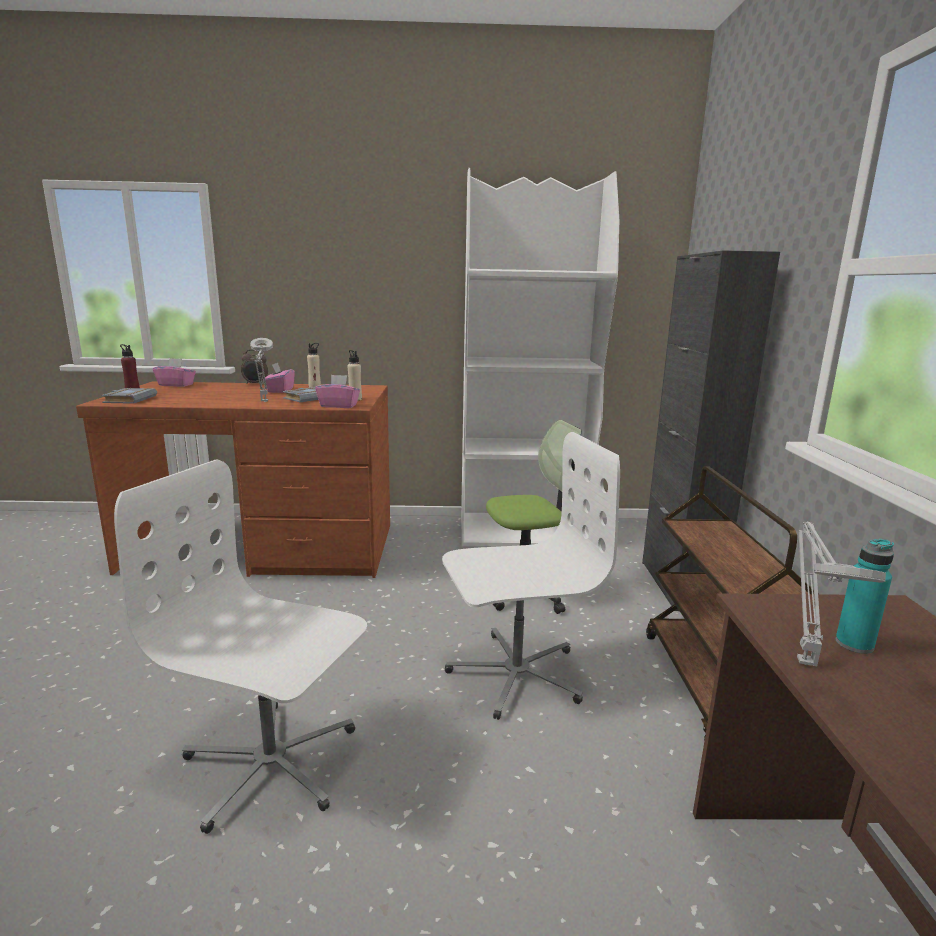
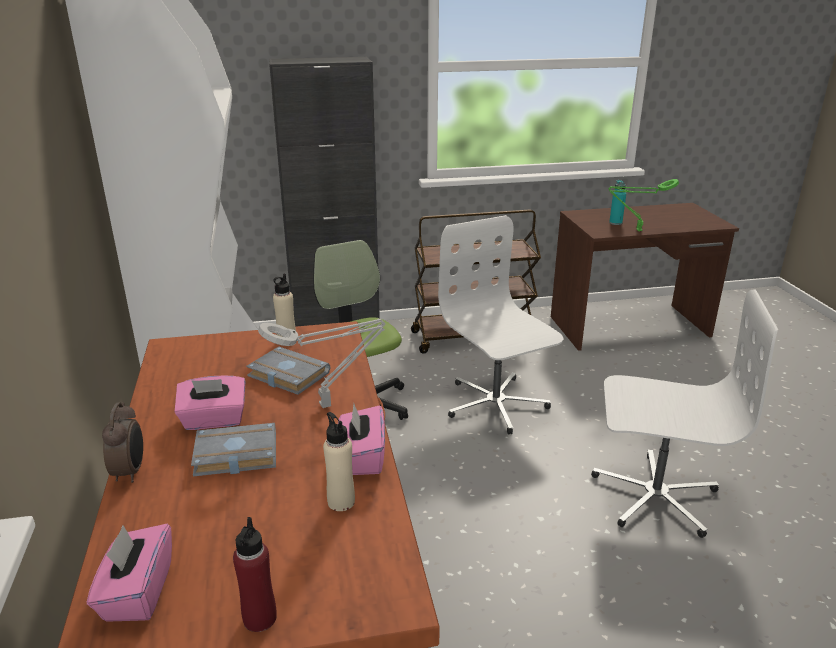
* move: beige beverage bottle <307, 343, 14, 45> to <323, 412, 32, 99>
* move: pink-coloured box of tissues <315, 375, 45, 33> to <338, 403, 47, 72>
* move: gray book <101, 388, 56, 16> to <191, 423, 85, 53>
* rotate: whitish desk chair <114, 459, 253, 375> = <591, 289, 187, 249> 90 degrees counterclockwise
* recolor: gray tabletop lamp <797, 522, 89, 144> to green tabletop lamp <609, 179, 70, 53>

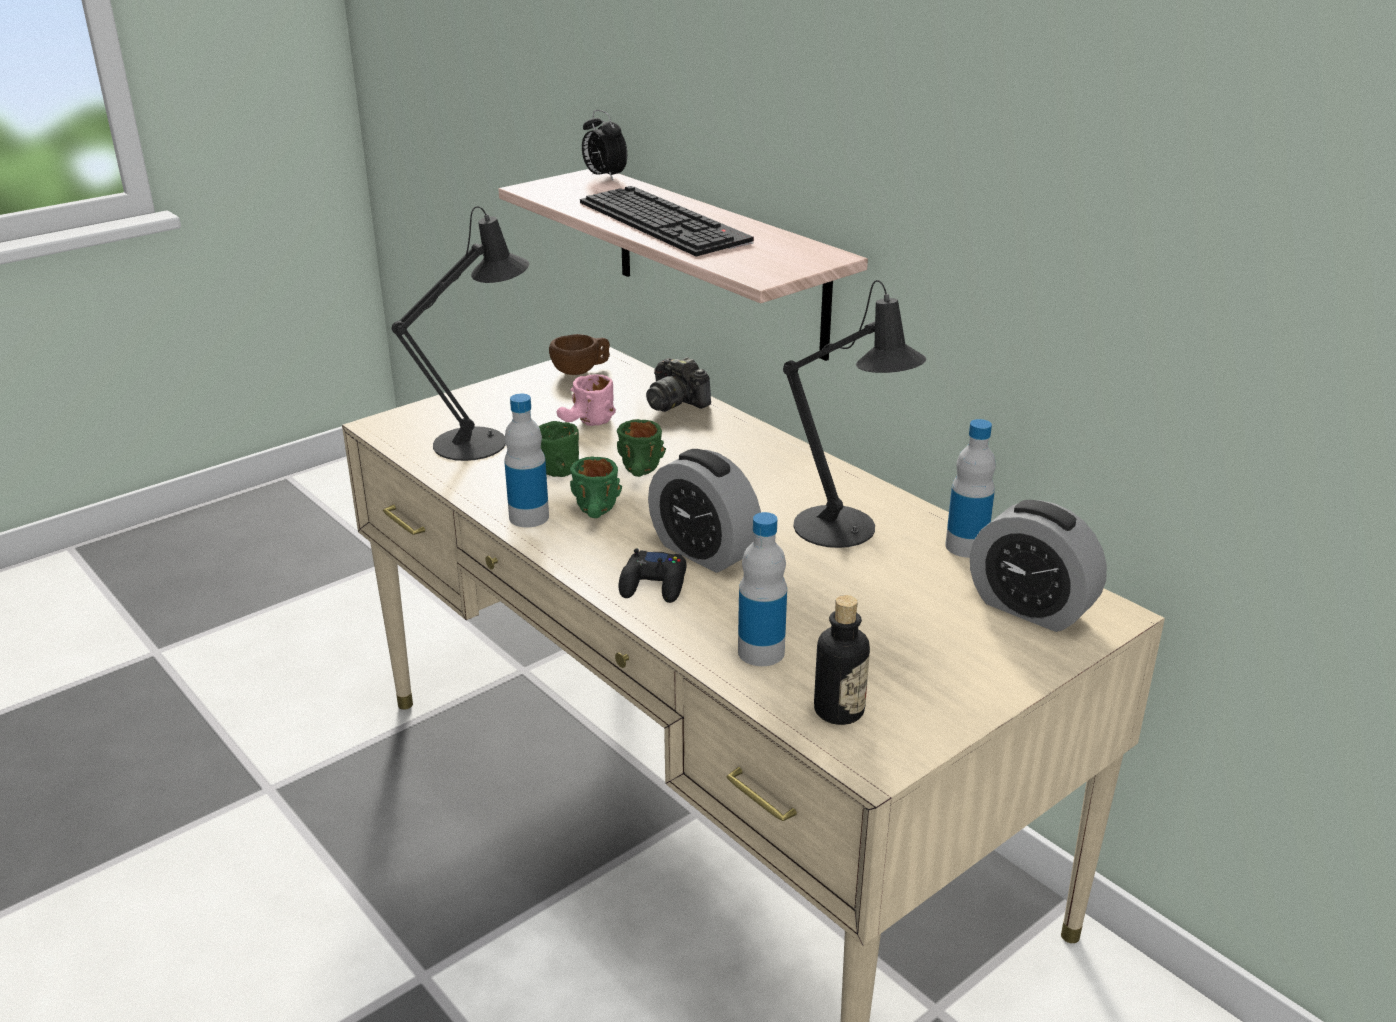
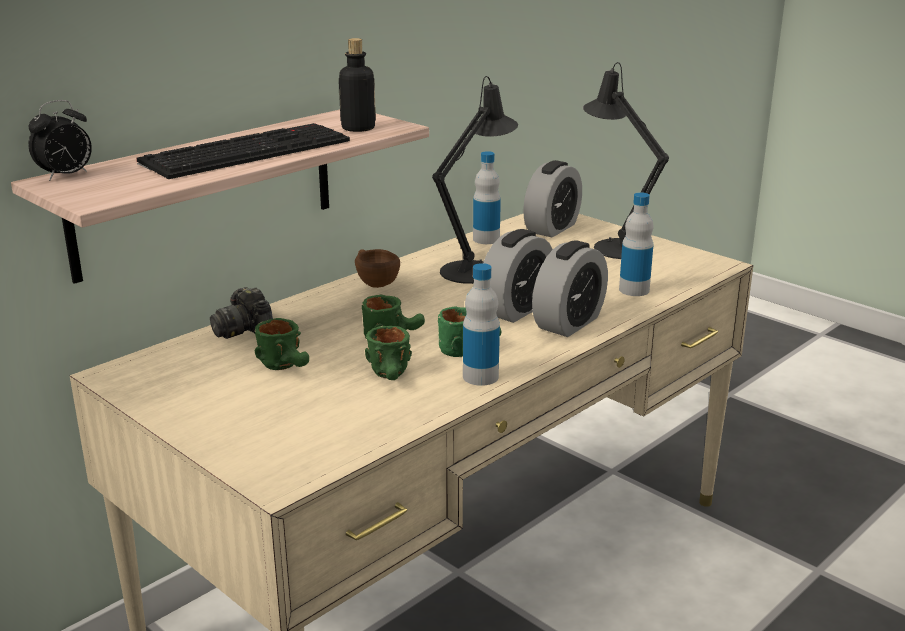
* move: black tabletop lamp <392, 206, 137, 255> to <583, 62, 86, 197>
* move: brownish drinking cup <549, 334, 61, 41> to <355, 249, 45, 39>
* rotate: photo camera <646, 357, 65, 55> = <210, 287, 63, 52> 105 degrees clockwise
* recolor: pink-coloured mug <557, 375, 59, 51> to green mug <255, 318, 54, 52>
* replace: black joypad <619, 548, 68, 55> to alarm clock <532, 240, 76, 97>
* move: beverage bottle <814, 595, 56, 130> to <339, 38, 37, 94>

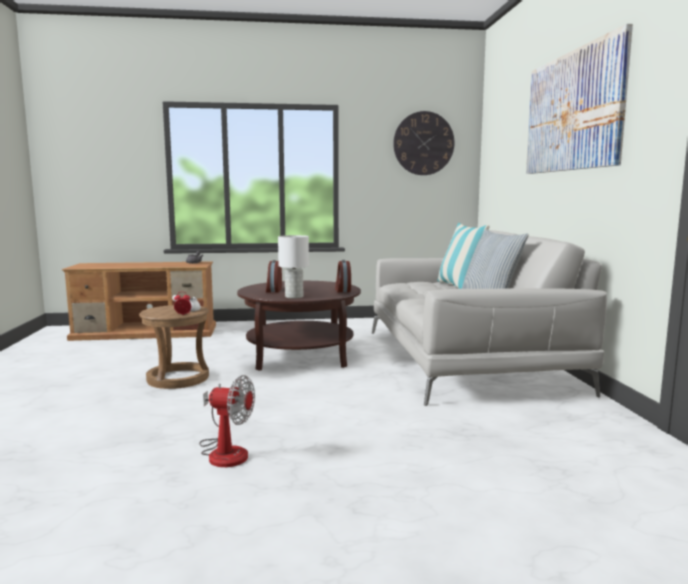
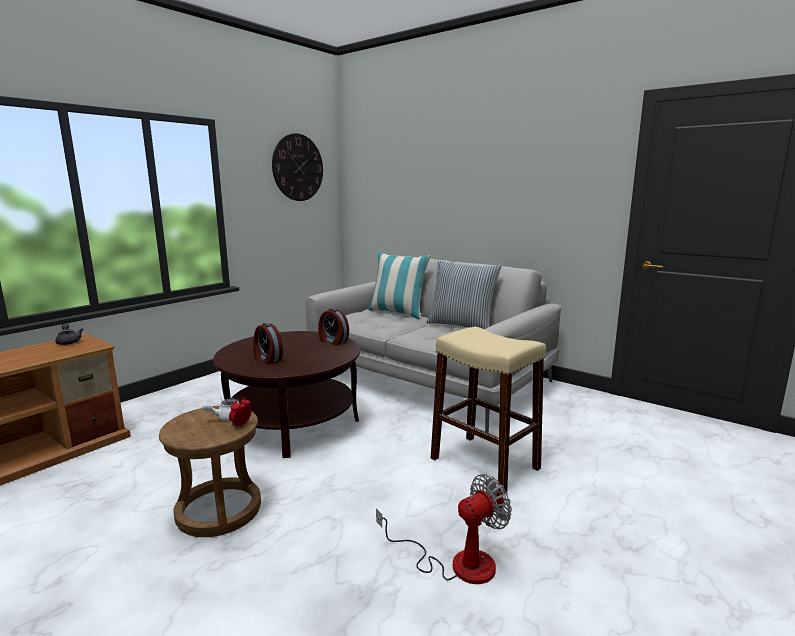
* delete: wall art <526, 24, 107, 150>
* delete: whitish tabletop lamp <278, 235, 31, 64>
* insert: beige stool <431, 327, 115, 167>

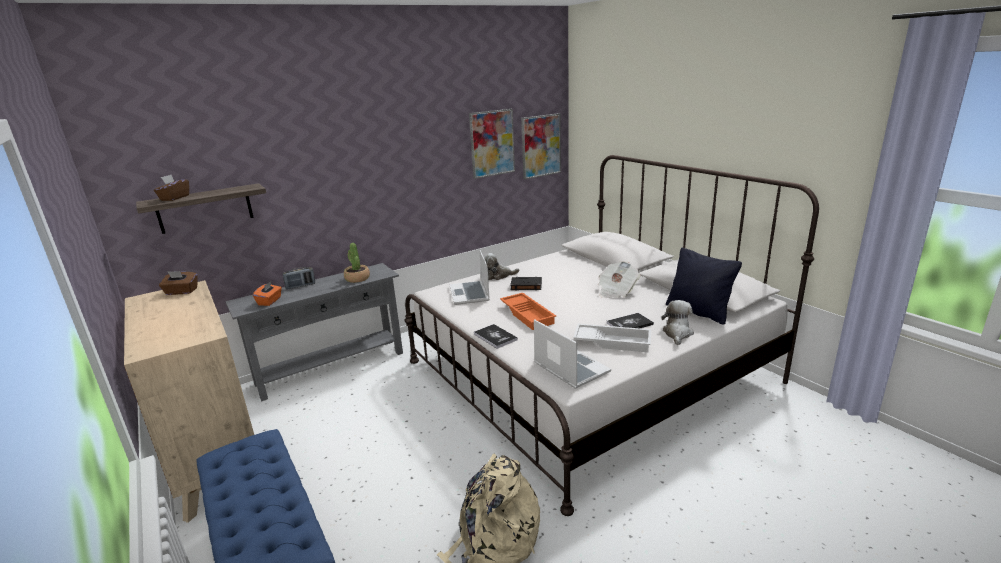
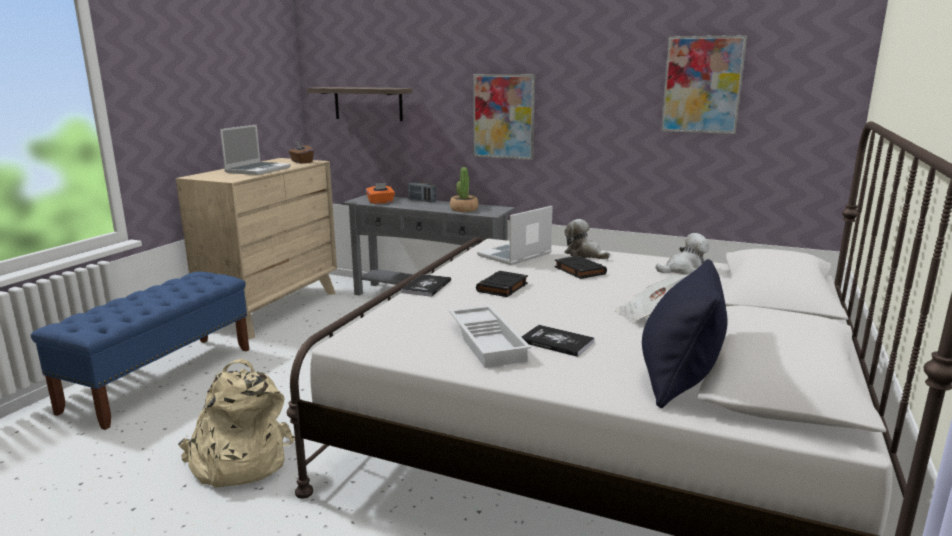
* move: wall art <521, 113, 40, 66> to <473, 74, 62, 86>
* delete: brownish box of tissues <154, 175, 35, 26>
* replace: orange-coloured serving tray <500, 293, 56, 37> to black book <476, 271, 52, 26>
* move: cuddly toy <661, 300, 33, 45> to <655, 233, 55, 42>
* move: portable computer <534, 319, 77, 70> to <220, 125, 71, 50>

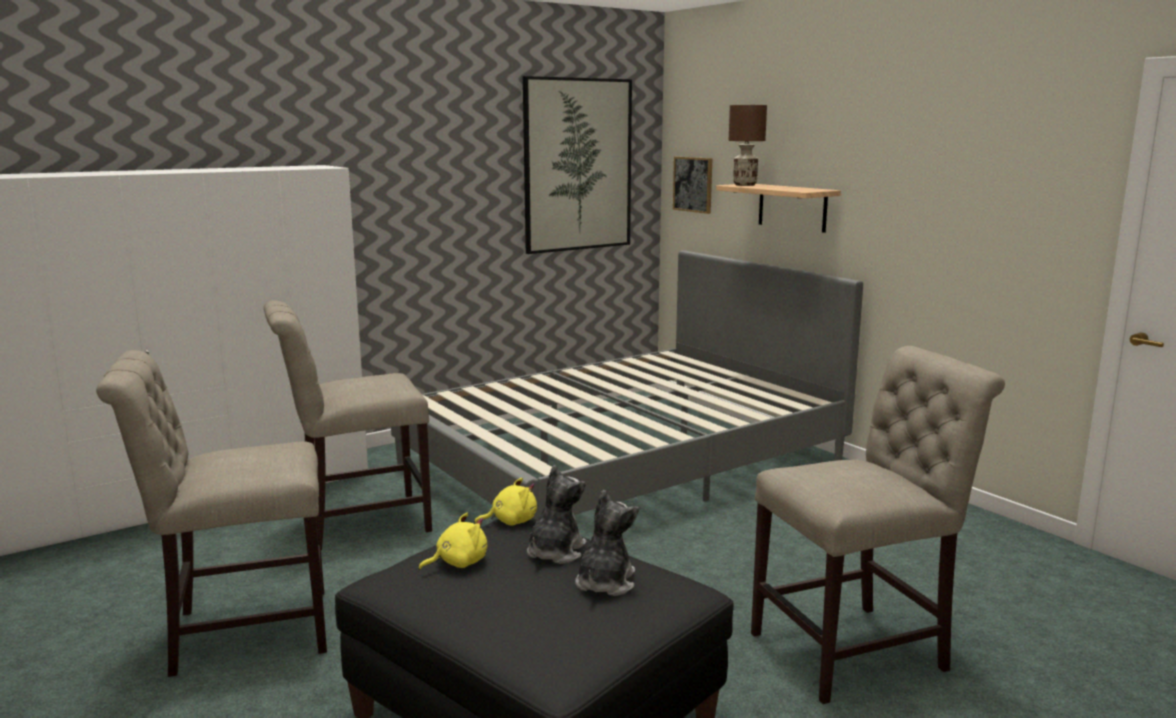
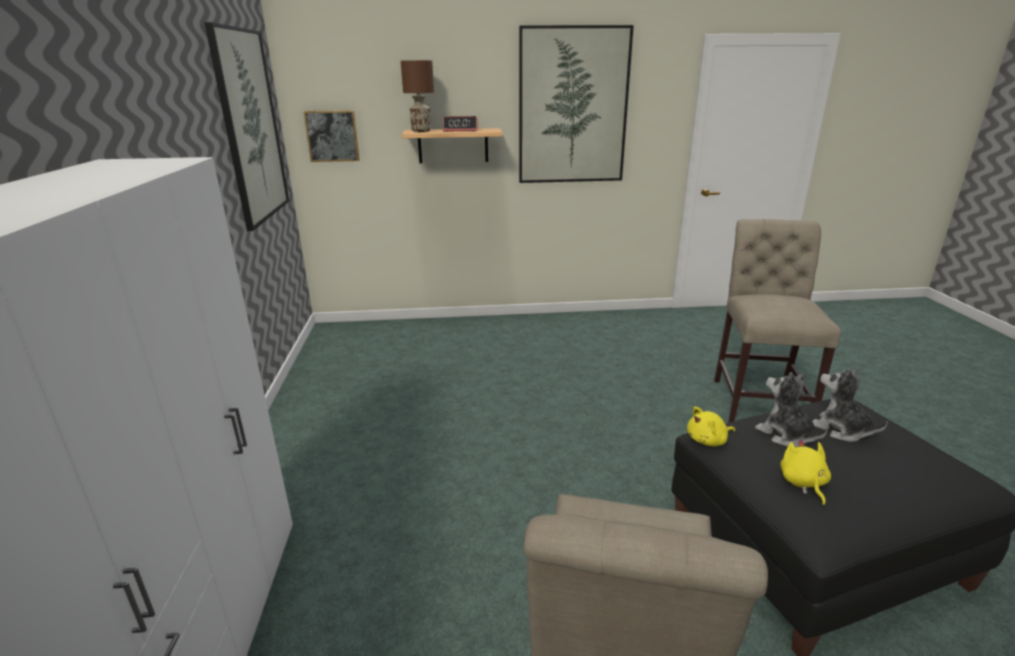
* delete: gray sleeping bed <391, 250, 472, 270>
* delete: beige chair <264, 300, 168, 250>
* rotate: yellowish cuddly toy <474, 478, 63, 47> = <687, 407, 48, 40> 120 degrees counterclockwise
* insert: wall art <519, 25, 115, 158>
* insert: alarm clock <443, 116, 35, 16>

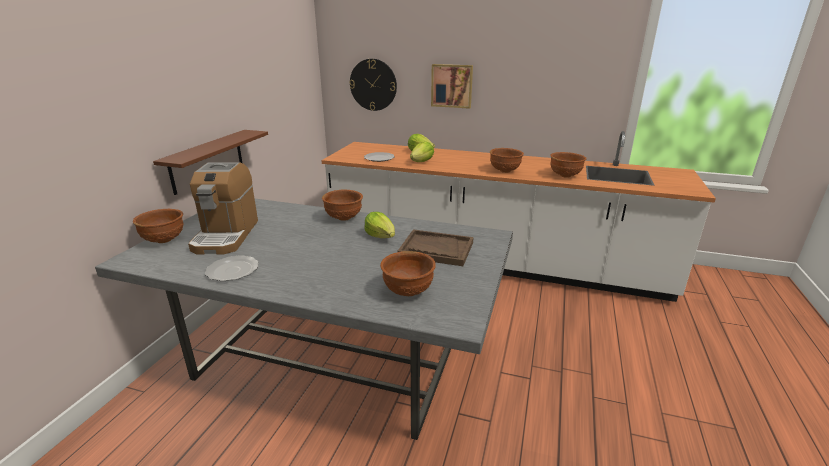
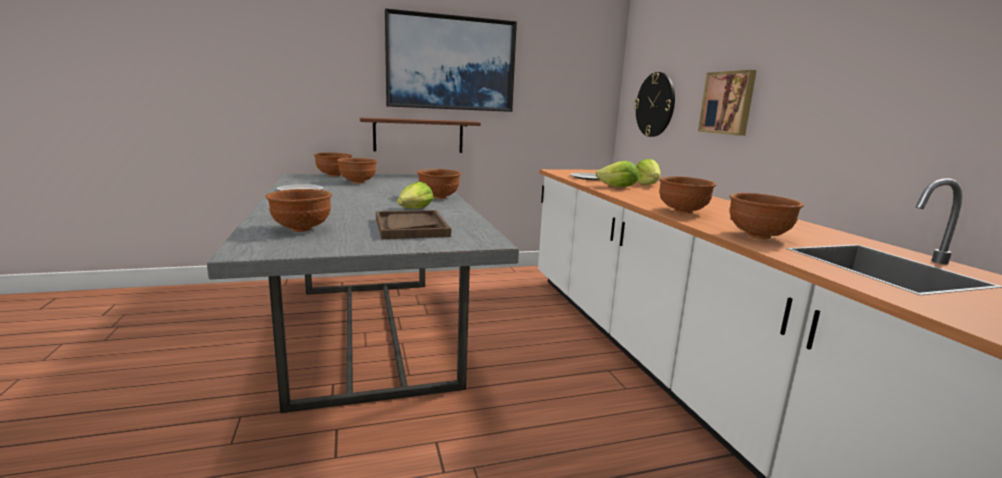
* replace: coffee brewer <188, 162, 70, 92> to brownish bowl <337, 158, 40, 25>
* insert: wall art <385, 8, 132, 104>

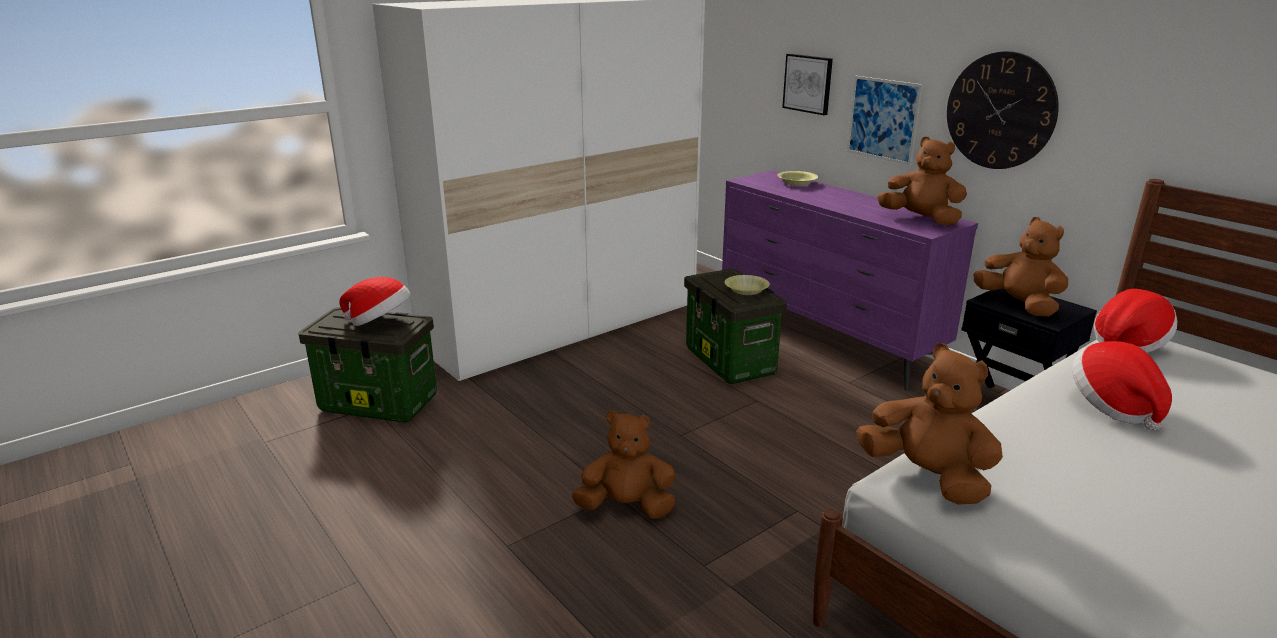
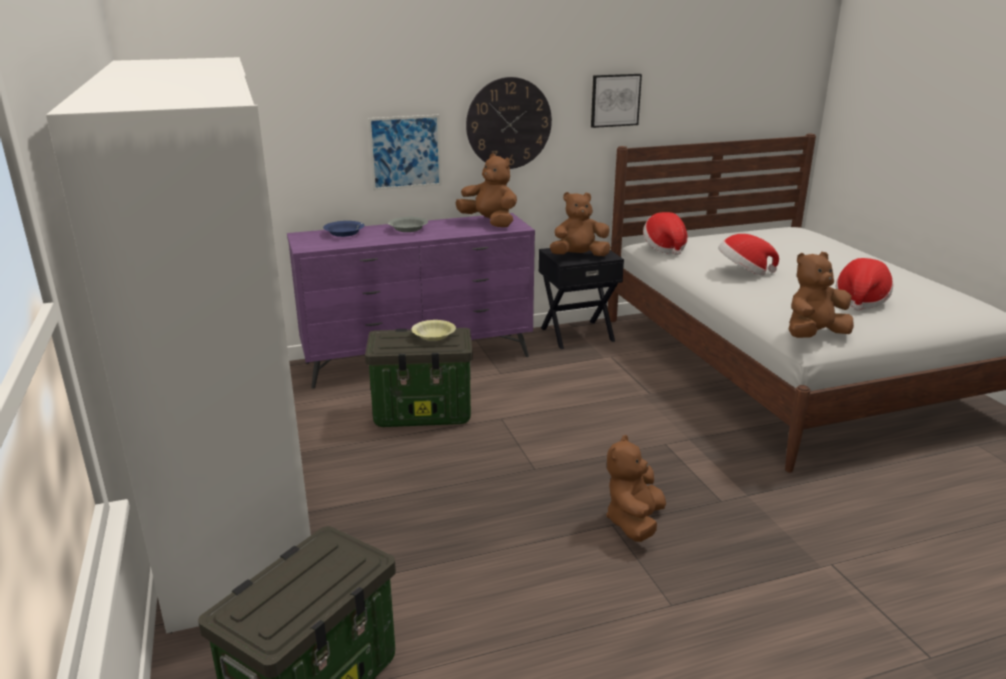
* move: wall art <782, 54, 51, 61> to <591, 74, 51, 54>
* rotate: brownish cuddly toy <877, 136, 90, 89> = <456, 153, 61, 74> 75 degrees clockwise
* recolor: yellowish bowl <777, 171, 41, 15> to blue-coloured bowl <323, 221, 42, 16>
* move: clothing hat <339, 277, 72, 49> to <836, 258, 57, 53>
* insert: gray bowl <388, 217, 40, 15>

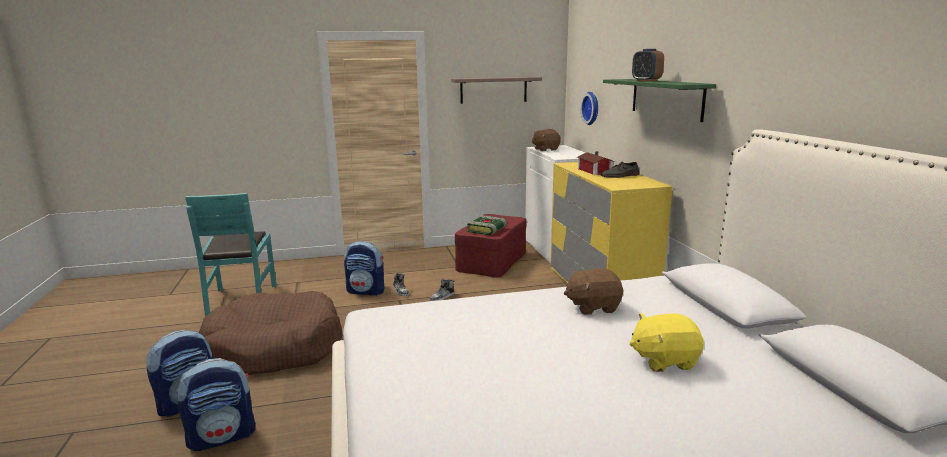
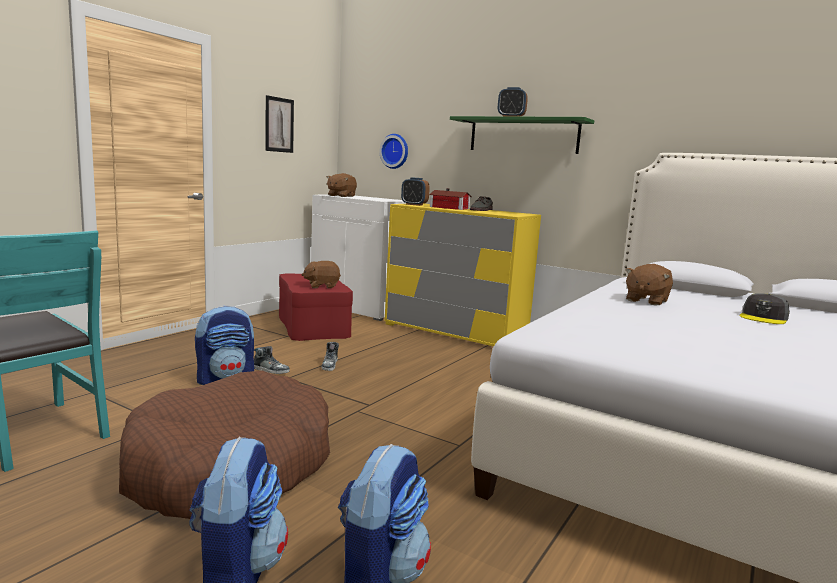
* replace: wall shelf <451, 77, 91, 27> to wall art <265, 95, 29, 58>
* replace: book <467, 215, 40, 20> to brownish cuddly toy <301, 261, 40, 27>
* replace: yellowish cuddly toy <629, 313, 75, 59> to gray baseball cap <740, 293, 50, 31>
* insert: alarm clock <401, 177, 29, 29>

